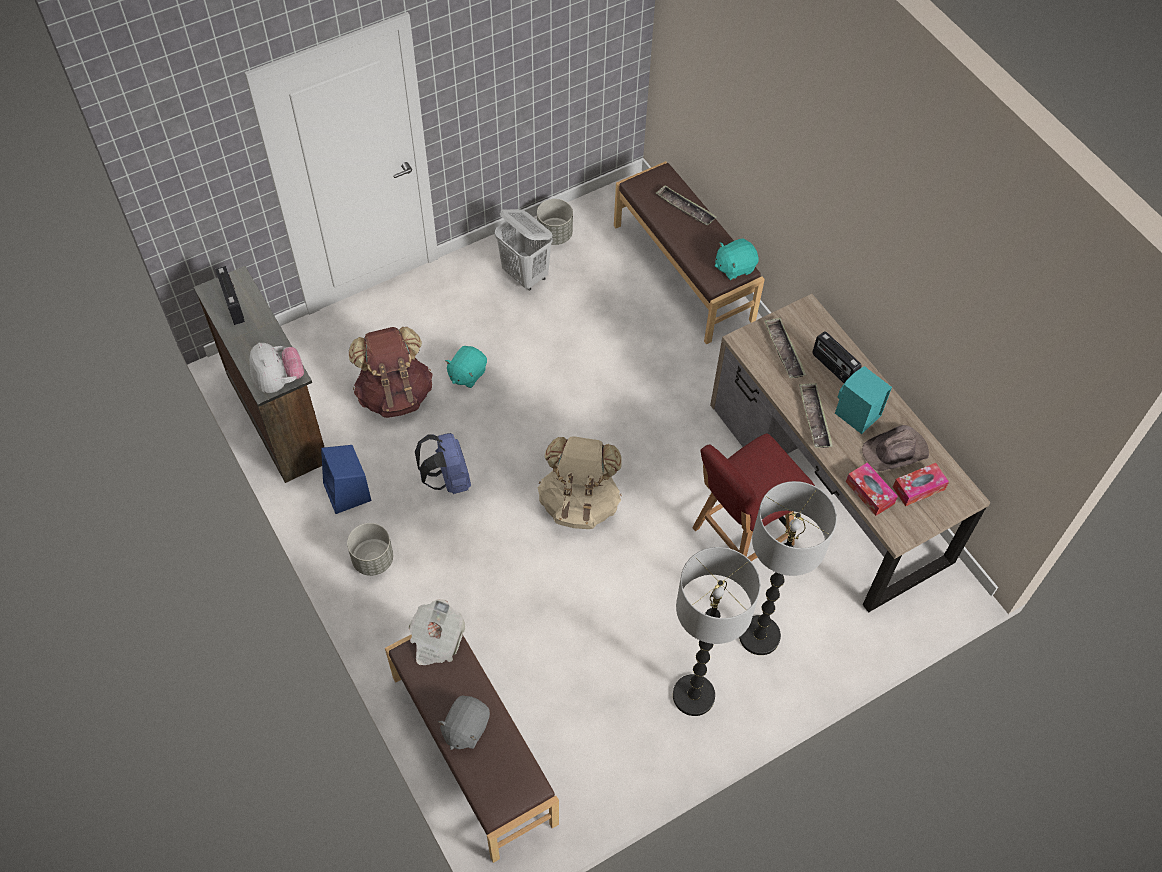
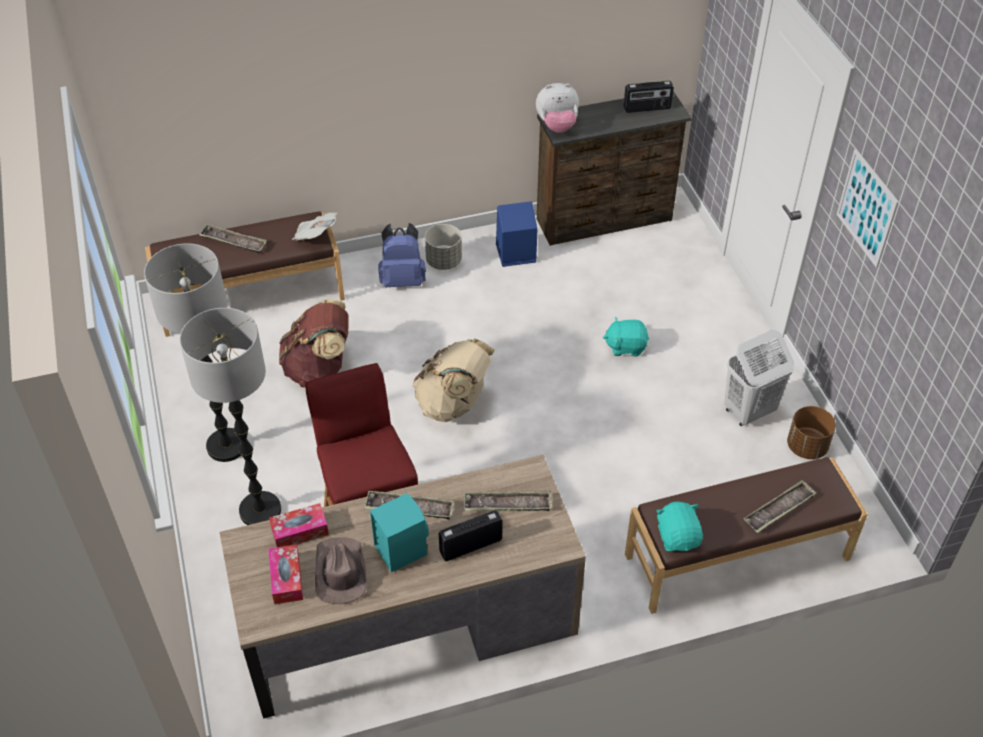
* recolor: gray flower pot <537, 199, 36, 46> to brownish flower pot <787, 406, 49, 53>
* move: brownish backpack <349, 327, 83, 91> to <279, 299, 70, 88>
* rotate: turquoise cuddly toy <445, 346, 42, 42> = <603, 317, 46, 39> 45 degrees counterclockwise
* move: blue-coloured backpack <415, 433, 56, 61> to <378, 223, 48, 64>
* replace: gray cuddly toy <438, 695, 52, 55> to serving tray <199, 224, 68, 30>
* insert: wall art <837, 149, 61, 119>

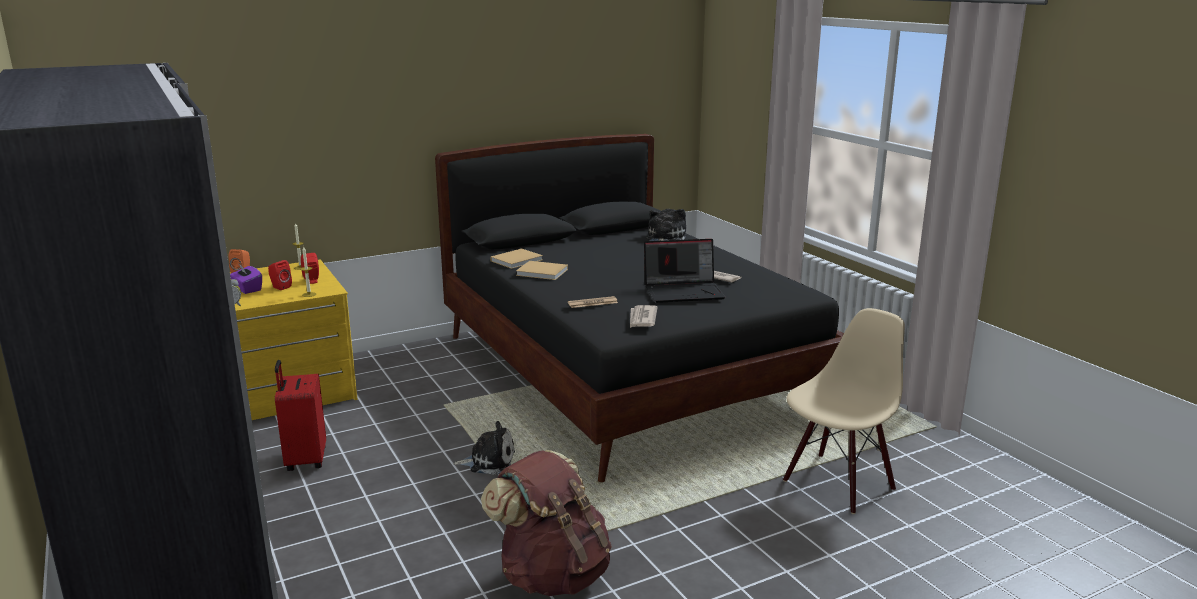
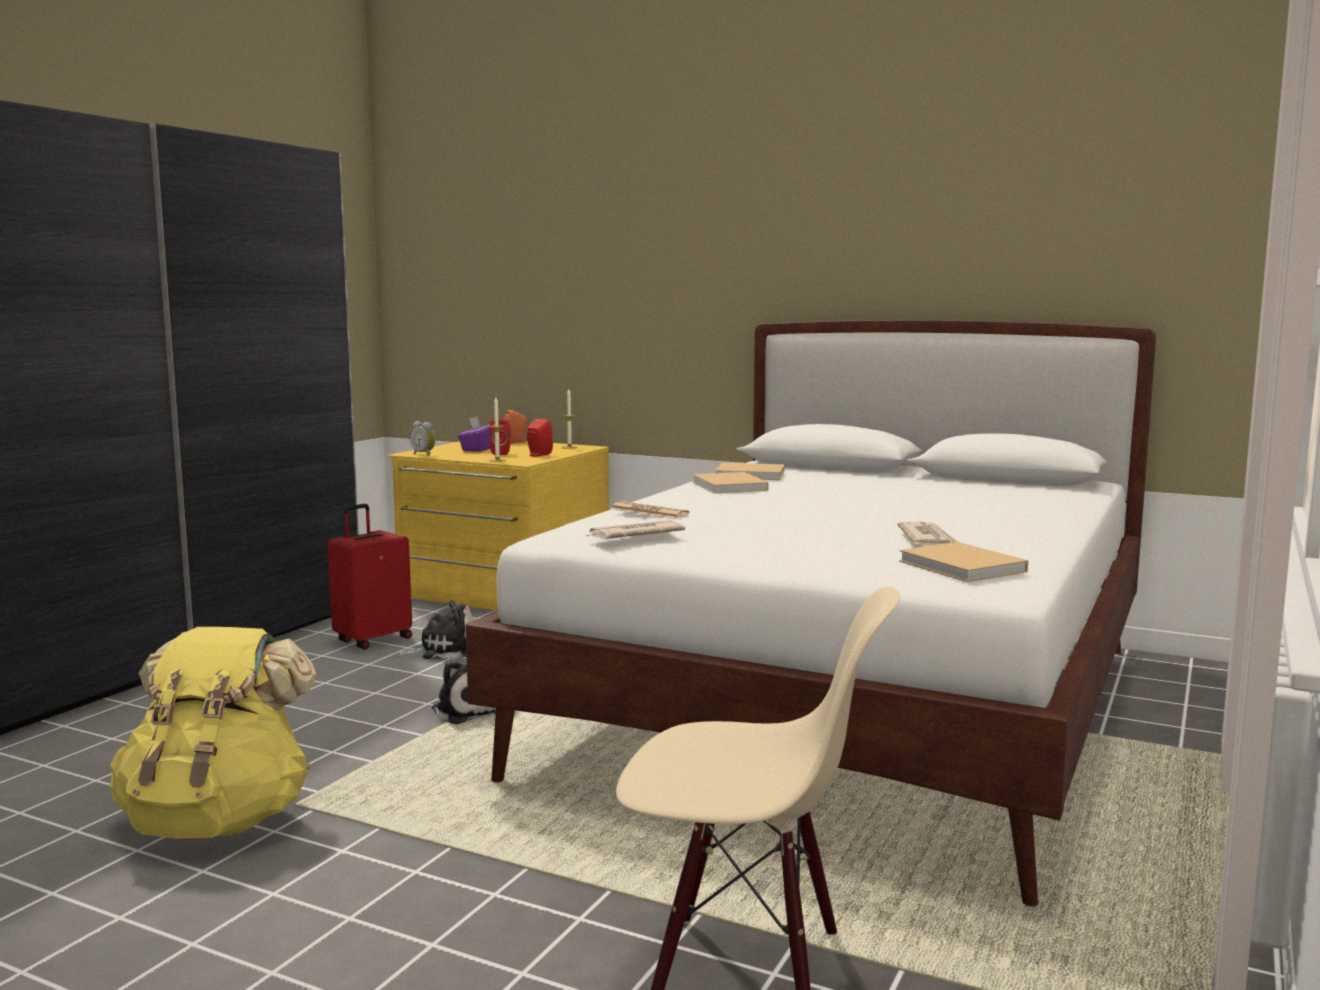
* recolor: black sleeping bed <435, 134, 409, 348> to whitish sleeping bed <466, 320, 690, 587>
* move: cuddly toy <646, 209, 40, 32> to <396, 600, 77, 60>
* delete: portable computer <644, 239, 81, 64>
* recolor: brownish backpack <481, 450, 131, 146> to yellowish backpack <110, 627, 206, 212>
* insert: beige book <899, 542, 129, 40>

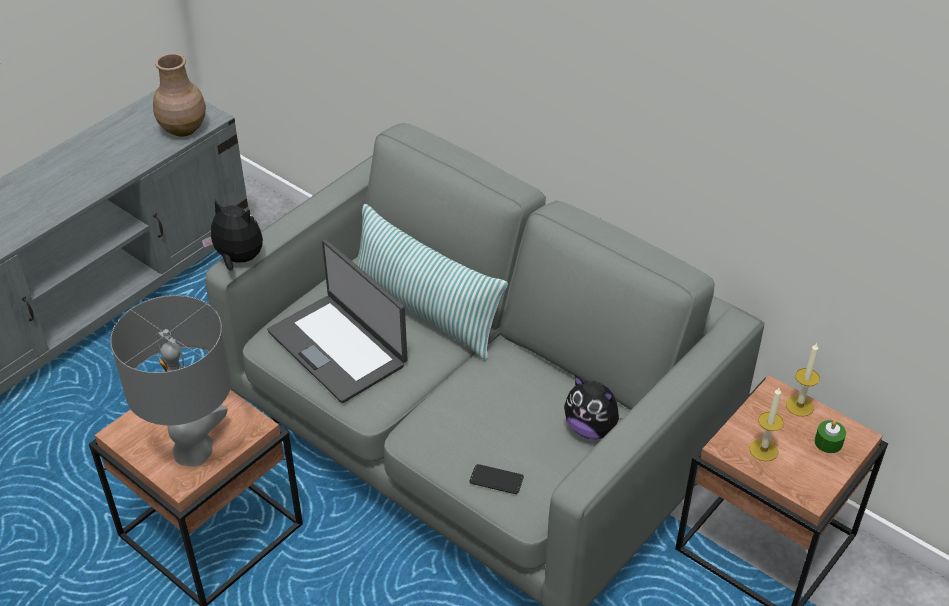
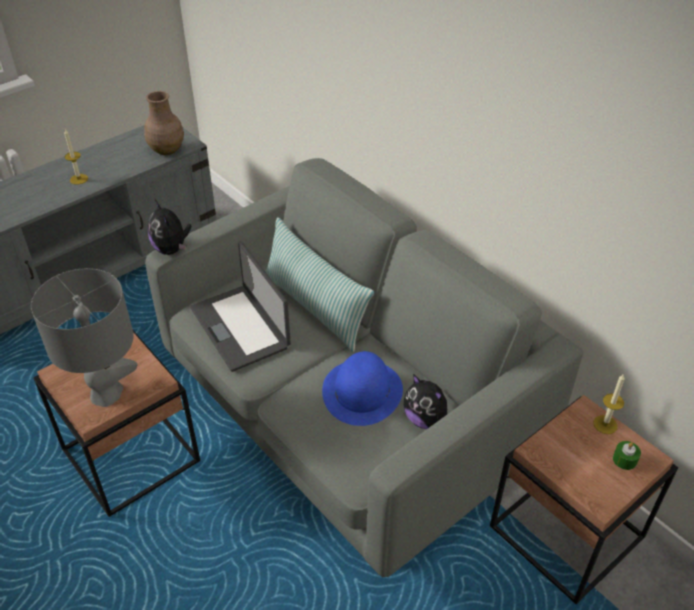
* rotate: cuddly toy <202, 200, 61, 71> = <148, 200, 43, 55> 150 degrees counterclockwise
* move: wax light <749, 388, 35, 73> to <64, 129, 24, 56>
* delete: phone <470, 464, 54, 30>
* insert: blue-coloured clothing hat <322, 351, 81, 75>

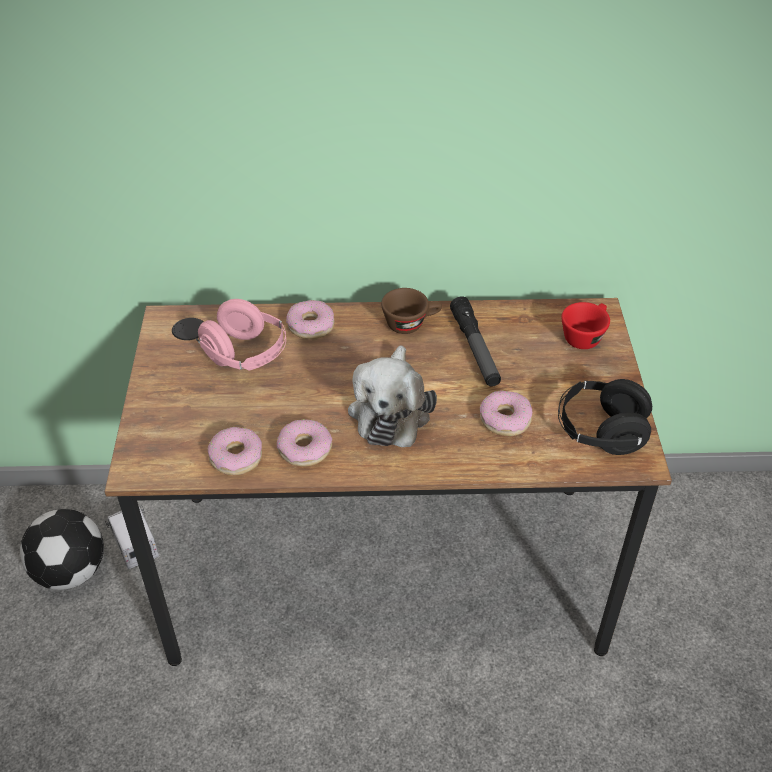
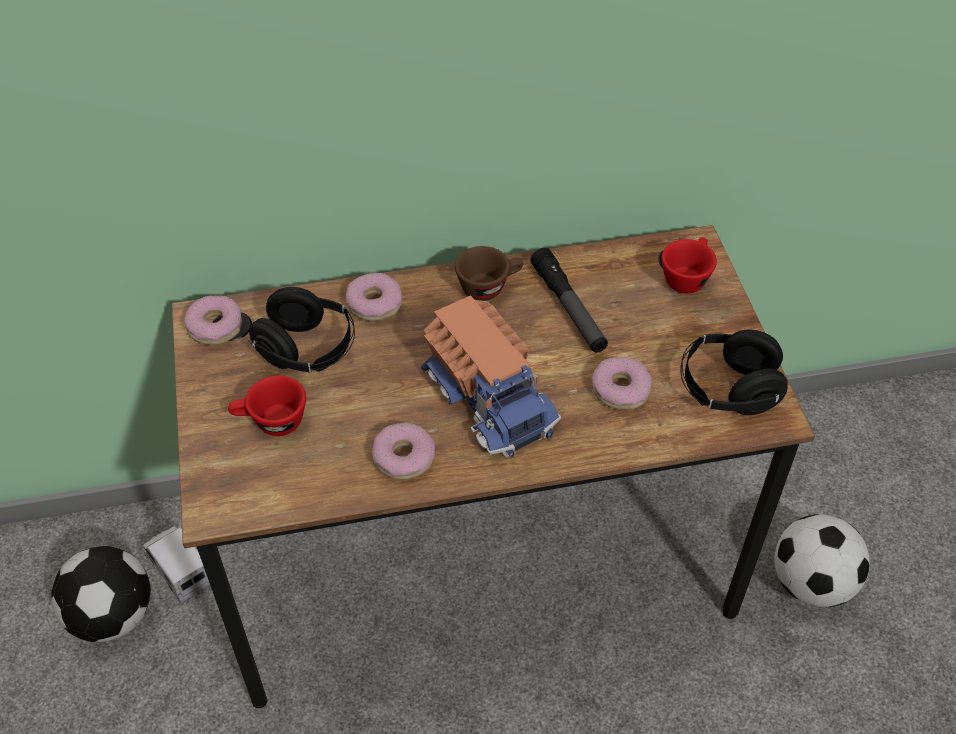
* recolor: pink-coloured pair of headphones <196, 299, 90, 72> to black pair of headphones <248, 287, 107, 85>
* replace: cuddly toy <348, 345, 89, 102> to model truck <422, 295, 139, 163>
* move: ring doughnut <208, 427, 54, 48> to <184, 296, 58, 49>
* insert: reddish drinking cup <228, 375, 78, 61>
* insert: football <775, 514, 95, 93>

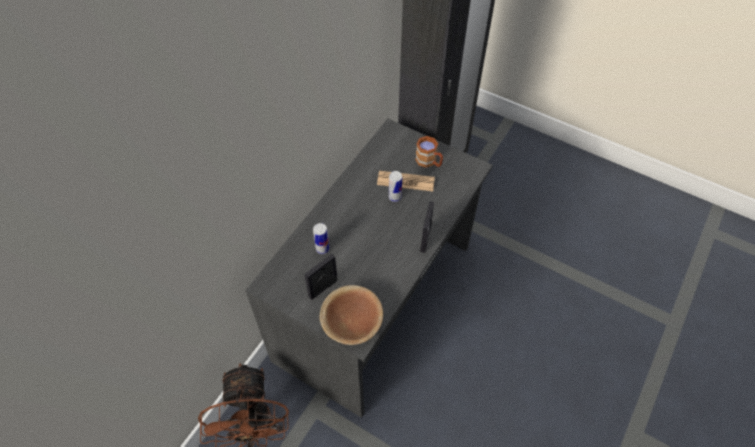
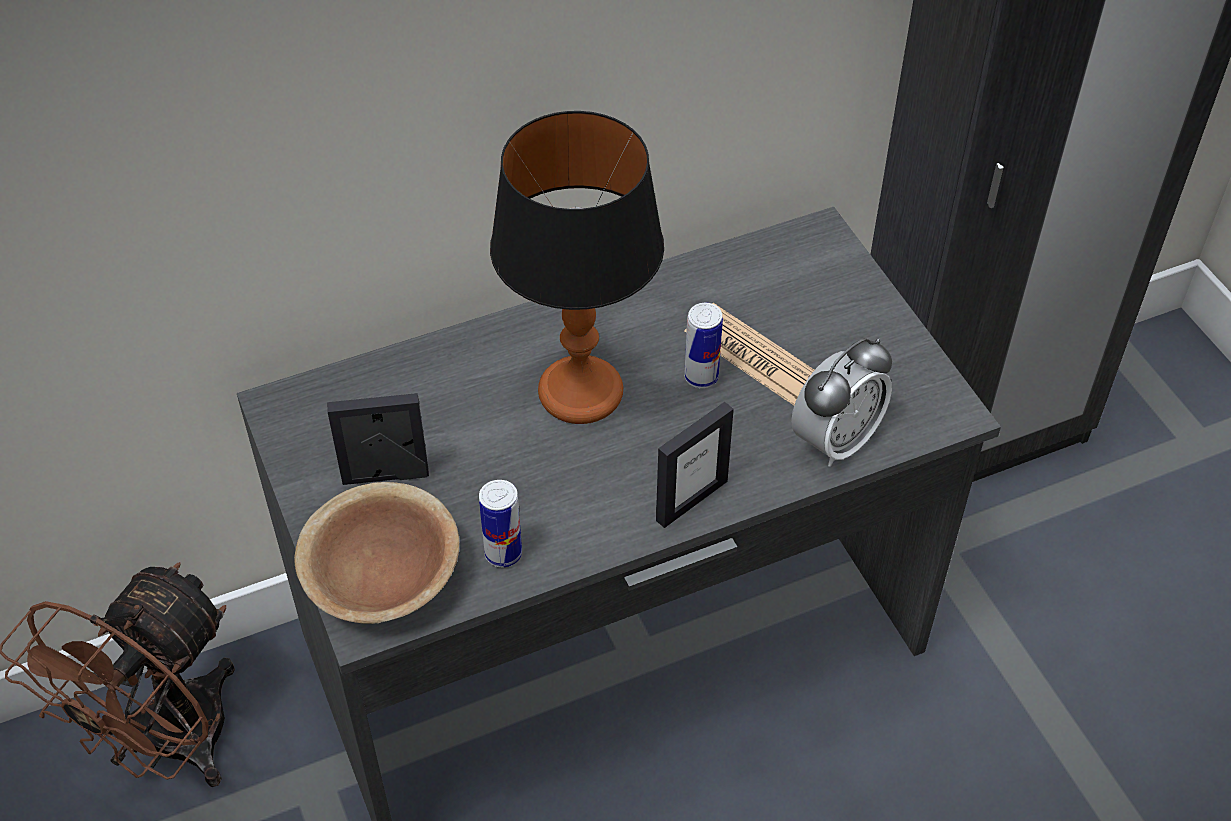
* delete: brownish mug <415, 136, 28, 32>
* move: can <313, 223, 16, 31> to <479, 480, 43, 87>
* insert: tabletop lamp <490, 111, 174, 313>
* insert: alarm clock <791, 338, 101, 129>

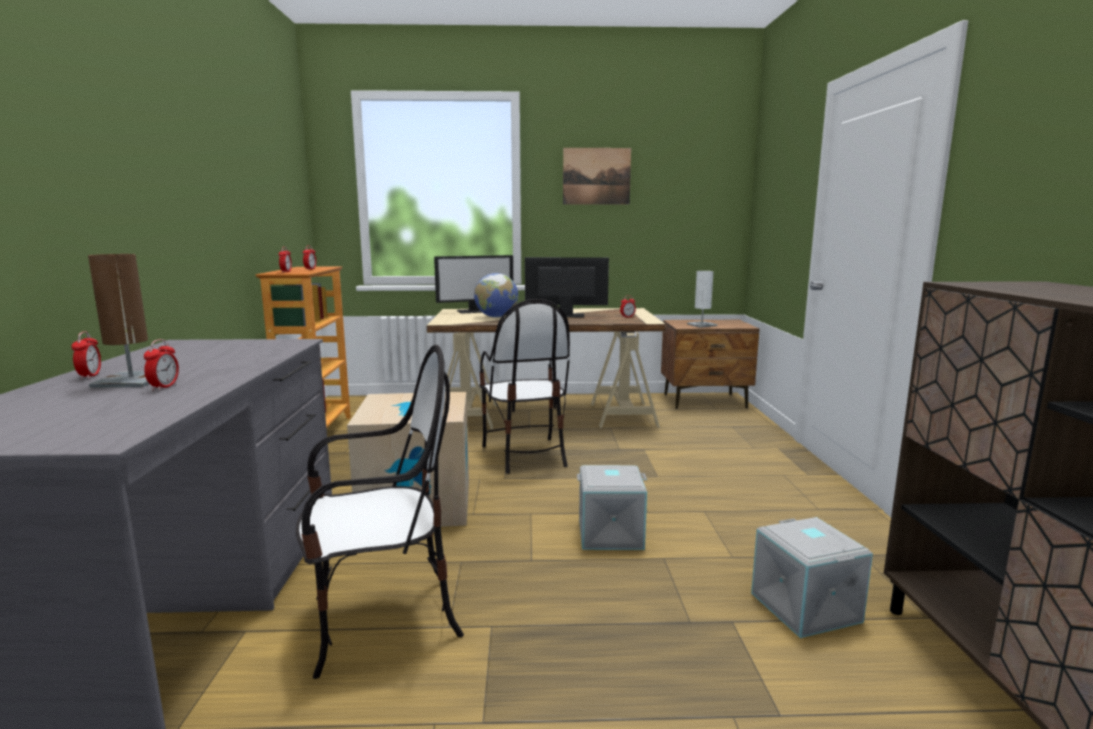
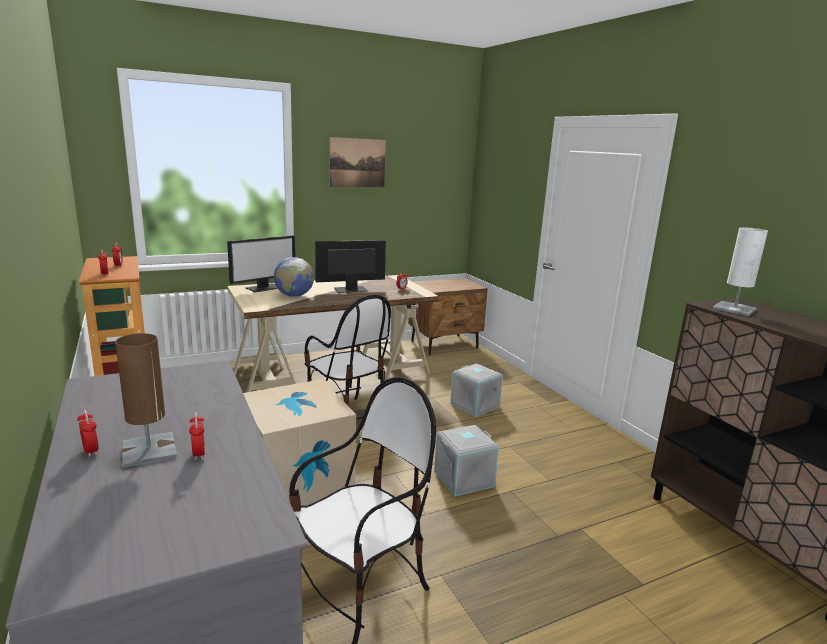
* move: whitish tabletop lamp <687, 271, 31, 56> to <713, 227, 55, 89>
* move: gray storage container <751, 517, 122, 121> to <450, 363, 53, 54>

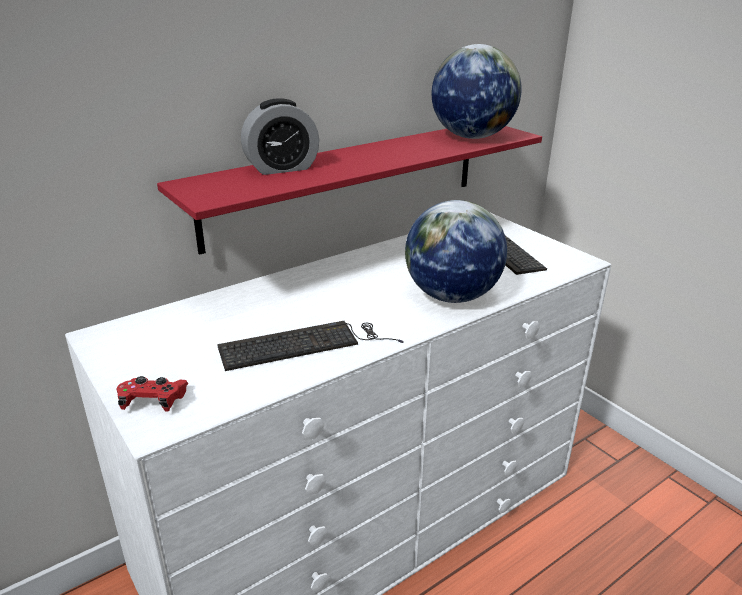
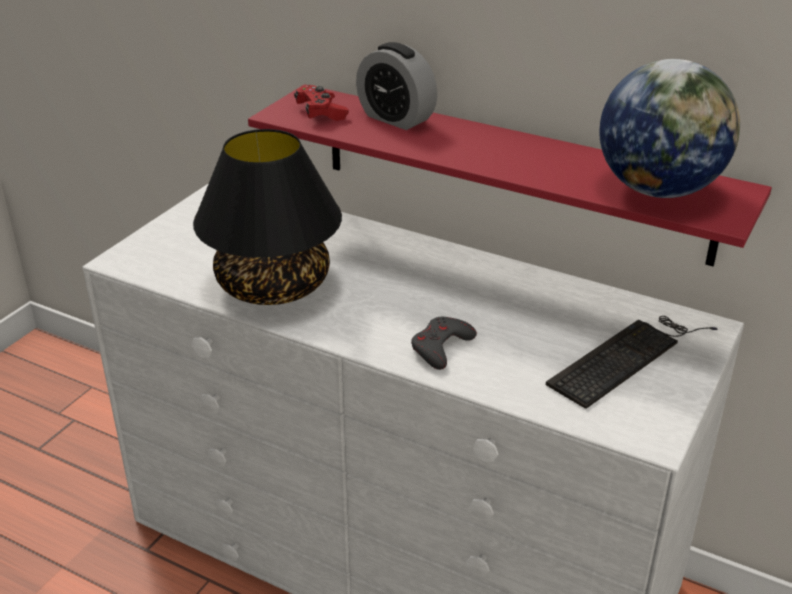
* replace: world globe <405, 200, 102, 103> to gray joypad <411, 317, 66, 53>
* replace: keyboard <217, 321, 187, 50> to black tabletop lamp <193, 129, 149, 176>
* move: reddish joypad <116, 376, 73, 35> to <294, 85, 55, 36>

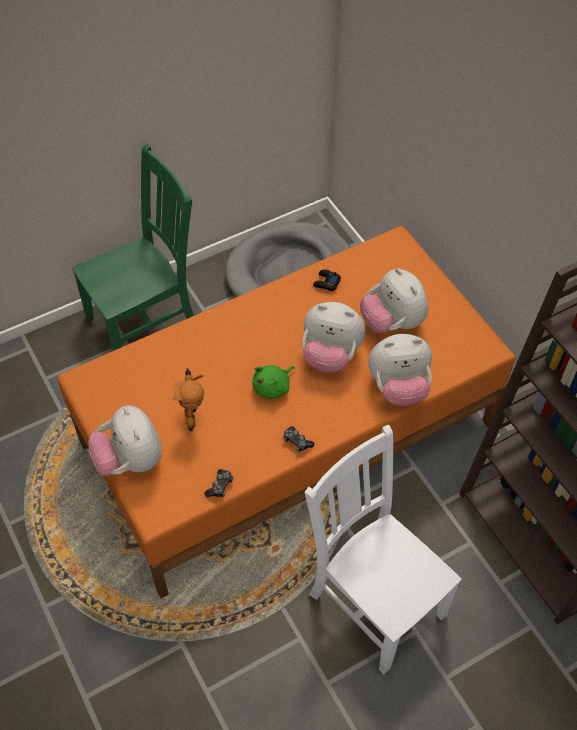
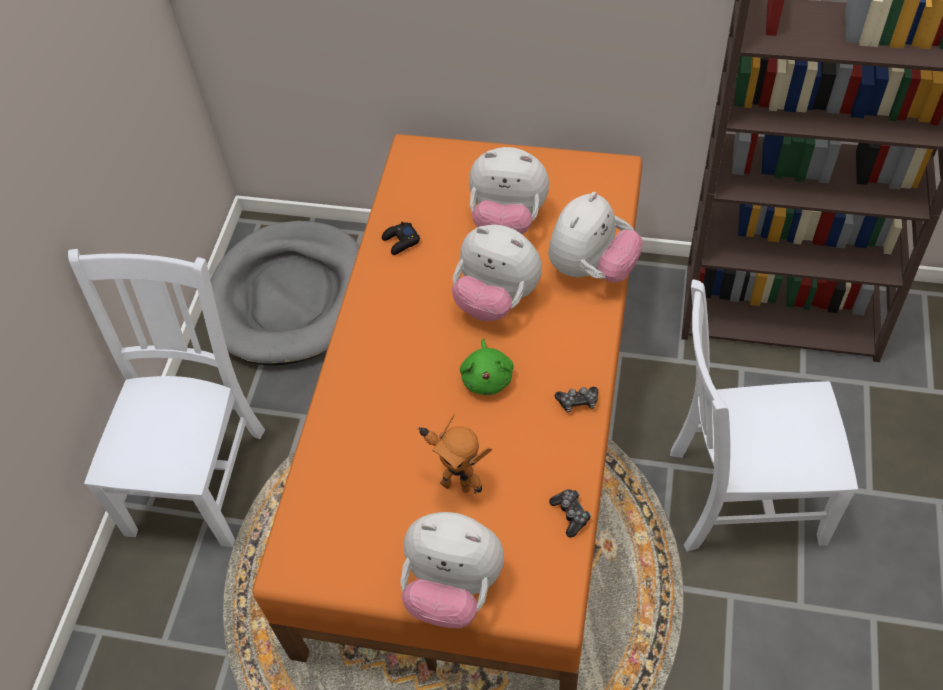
* recolor: green chair <72, 144, 122, 207> to whitish chair <68, 249, 197, 298>
* rotate: cuddly toy <302, 302, 63, 71> = <451, 225, 91, 96> 60 degrees clockwise

